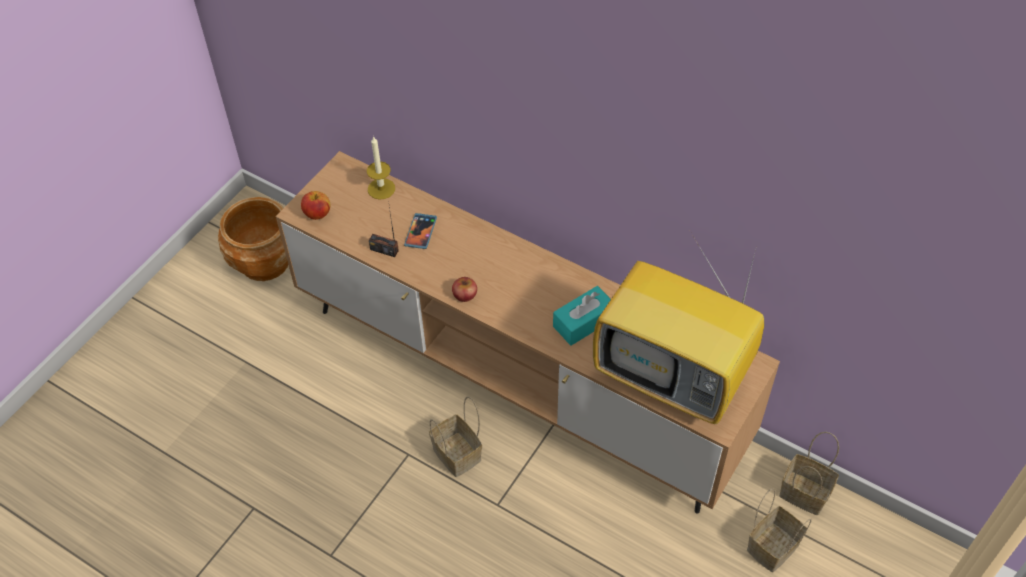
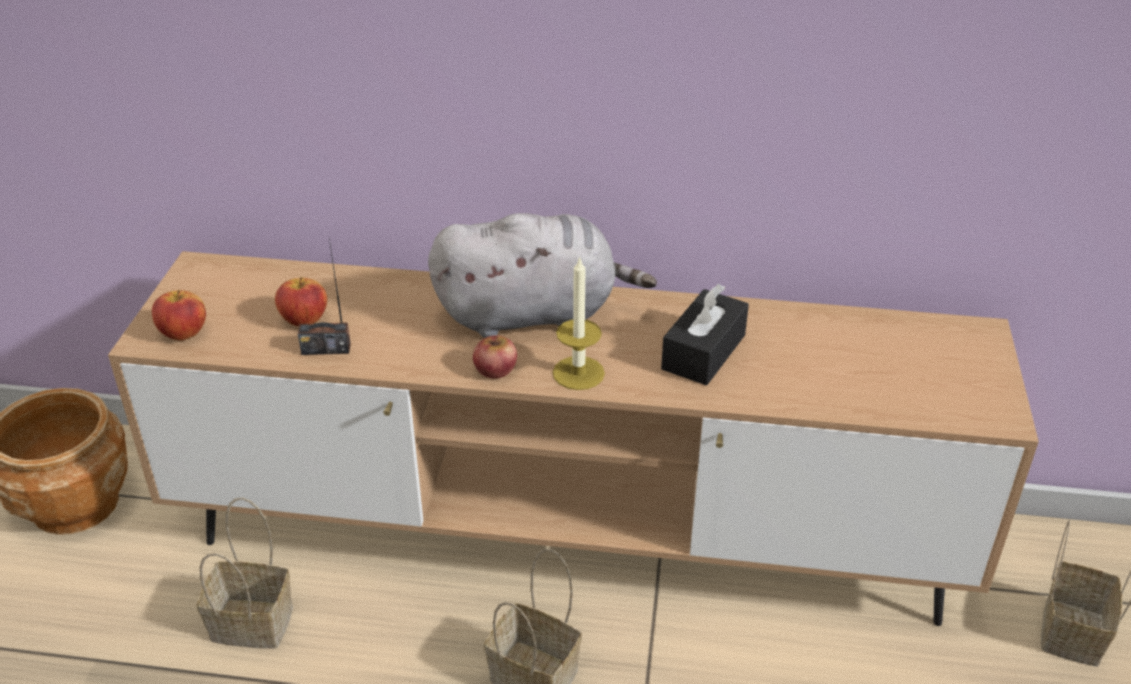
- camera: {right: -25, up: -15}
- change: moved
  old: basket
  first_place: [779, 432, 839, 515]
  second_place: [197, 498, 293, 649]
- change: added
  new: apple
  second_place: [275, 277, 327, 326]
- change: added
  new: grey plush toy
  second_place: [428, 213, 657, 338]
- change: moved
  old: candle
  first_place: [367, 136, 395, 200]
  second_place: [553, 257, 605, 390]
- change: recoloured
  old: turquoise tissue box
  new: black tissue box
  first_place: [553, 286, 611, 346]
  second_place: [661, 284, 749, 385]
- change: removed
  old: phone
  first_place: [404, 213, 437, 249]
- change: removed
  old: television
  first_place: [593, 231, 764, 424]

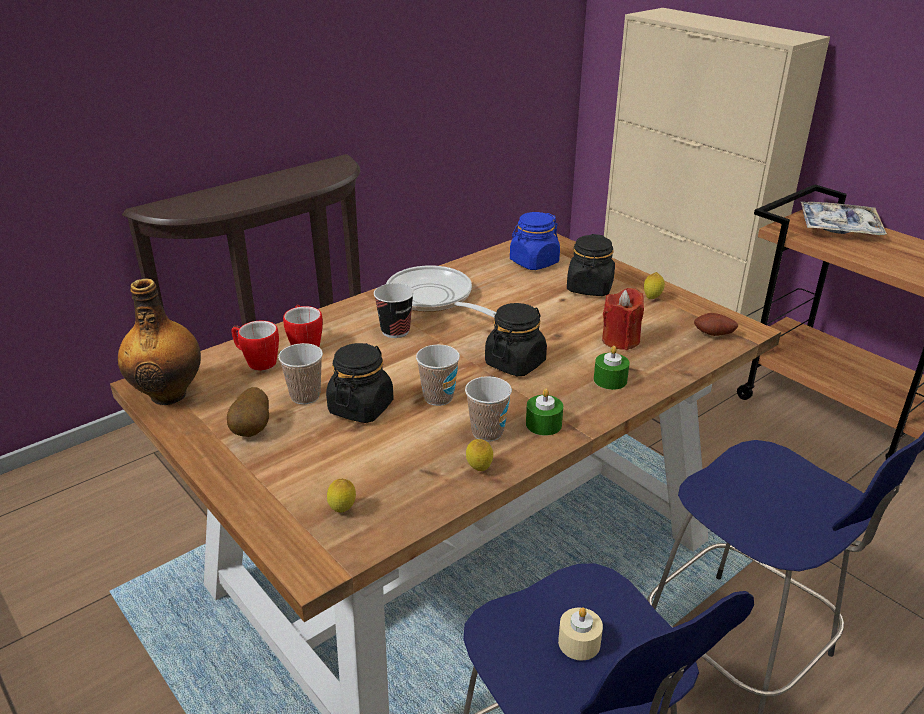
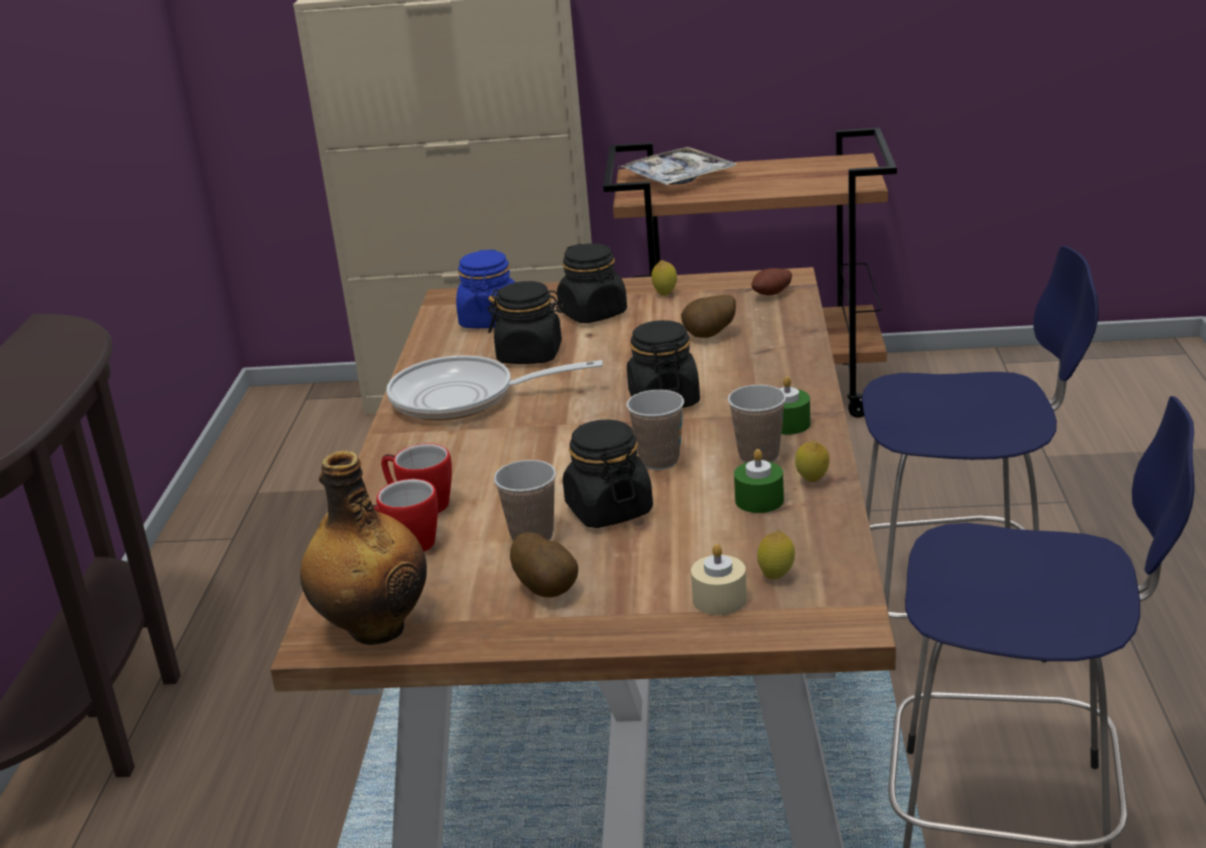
- camera: {right: -45, up: -5}
- change: added
  new: black jar
  second_place: [488, 281, 565, 364]
- change: replaced
  old: red candle
  new: potato
  first_place: [602, 288, 644, 350]
  second_place: [681, 295, 736, 338]
- change: moved
  old: beige candle
  first_place: [558, 607, 603, 661]
  second_place: [691, 544, 747, 615]
- change: moved
  old: green candle
  first_place: [594, 346, 630, 390]
  second_place: [734, 449, 784, 513]
- change: removed
  old: cup
  first_place: [374, 283, 414, 338]

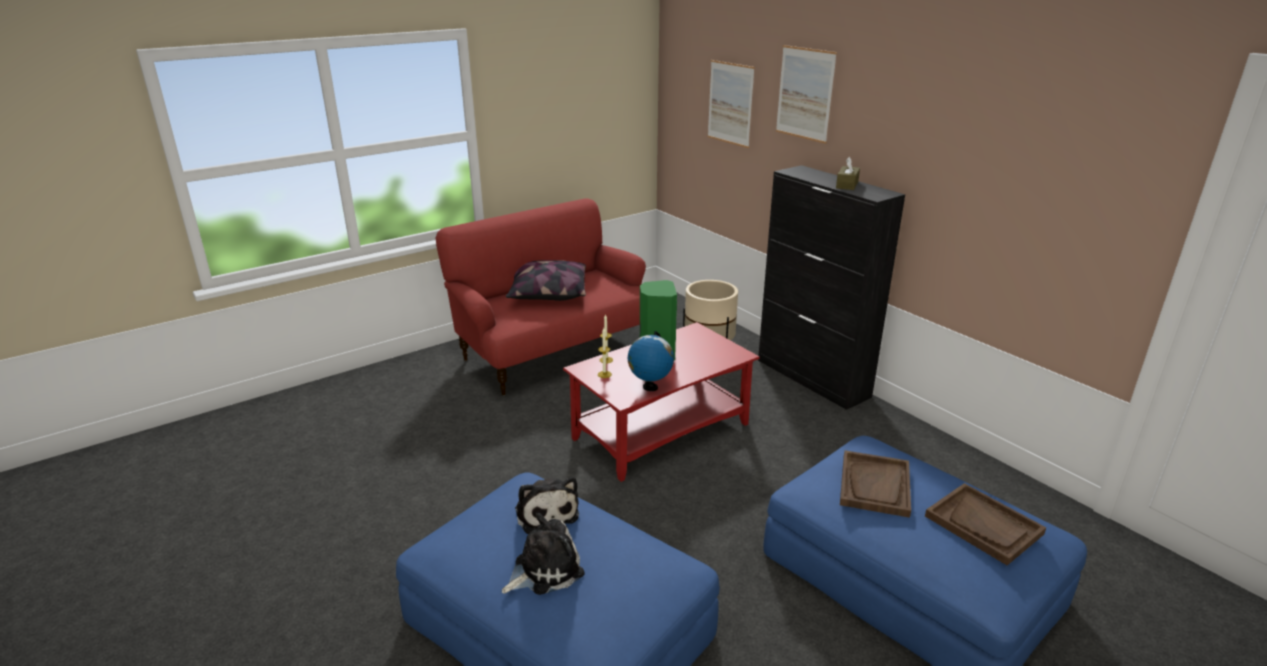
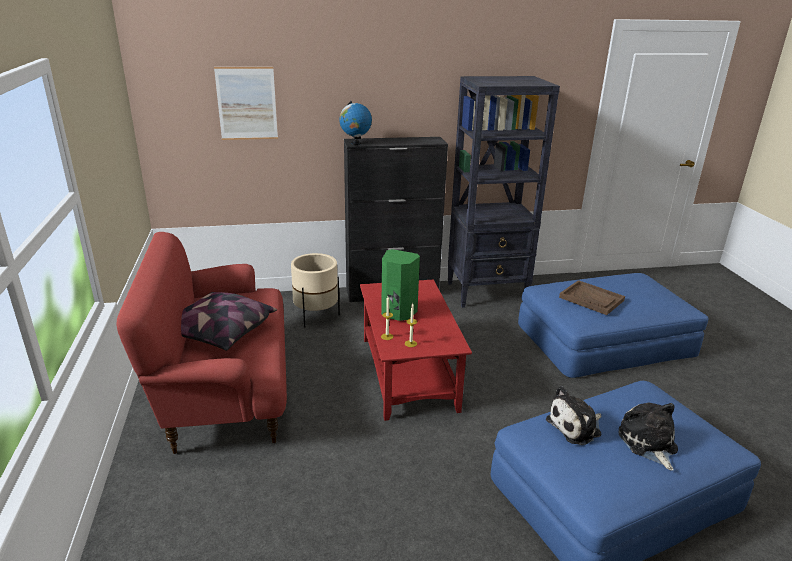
- camera: {right: -65, up: 0}
- change: moved
  old: globe
  first_place: [628, 331, 674, 391]
  second_place: [339, 101, 372, 145]
- change: added
  new: black bookcase
  second_place: [448, 76, 560, 308]
- change: turned
  old: plush toy
  first_place: [515, 477, 579, 534]
  second_place: [545, 386, 602, 445]
  degrees: 150
- change: removed
  old: picture
  first_place: [776, 45, 837, 144]
- change: removed
  old: brown tissue box
  first_place: [836, 157, 860, 190]
- change: removed
  old: brown tray
  first_place: [925, 483, 1046, 565]

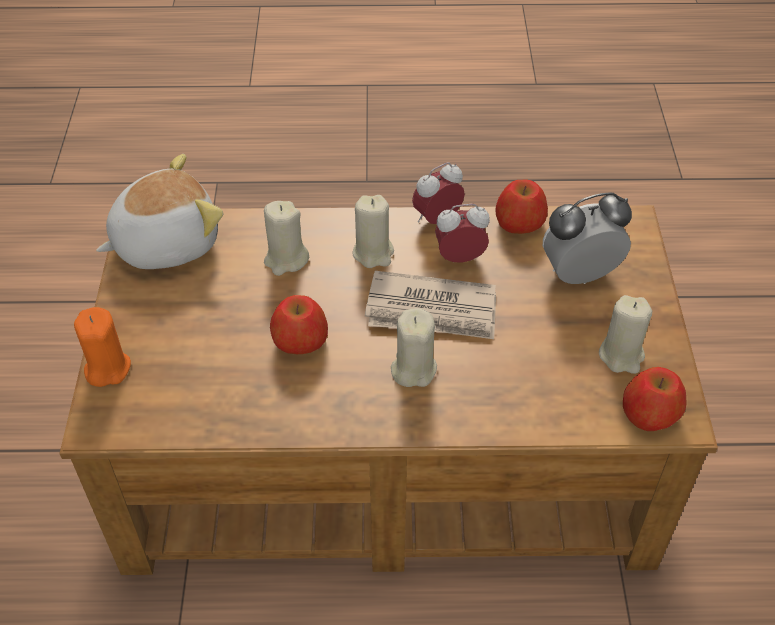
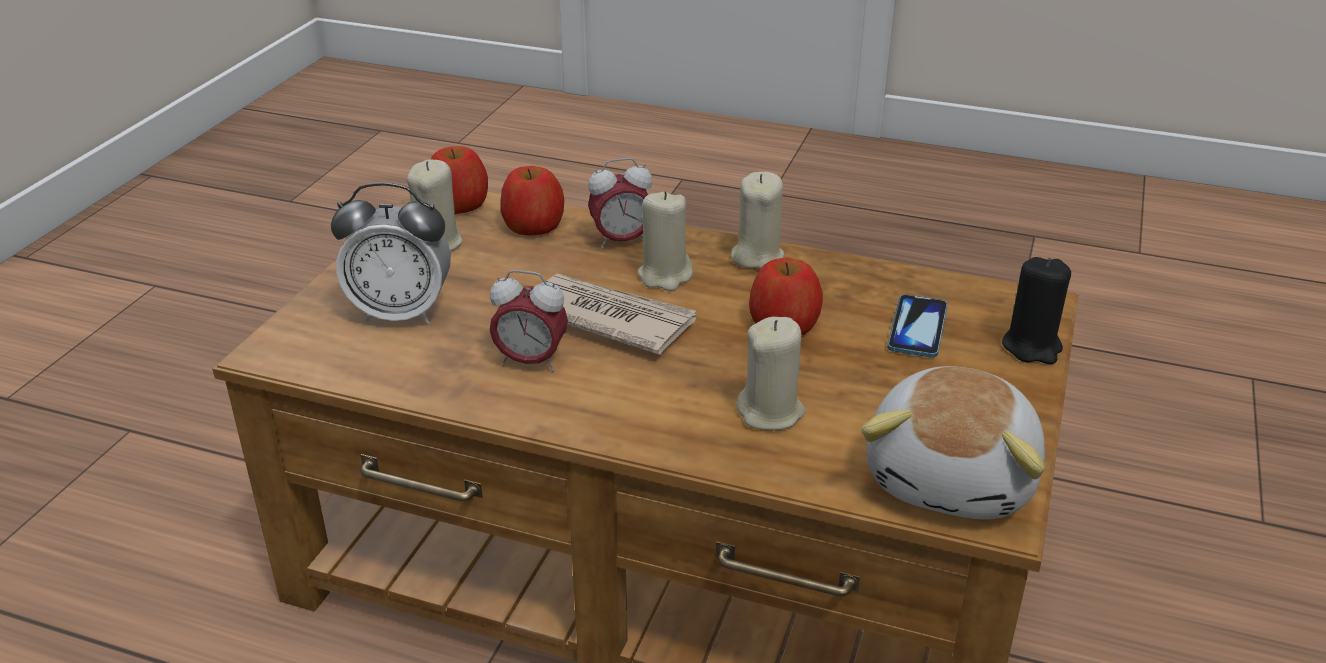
- camera: {right: -160, up: -15}
- change: moved
  old: apple
  first_place: [496, 180, 548, 234]
  second_place: [500, 166, 564, 236]
- change: moved
  old: alarm clock
  first_place: [412, 162, 465, 224]
  second_place: [588, 158, 652, 249]
- change: moved
  old: beige candle
  first_place: [353, 195, 394, 268]
  second_place: [731, 172, 784, 269]
- change: turned
  old: plush toy
  first_place: [96, 154, 223, 269]
  second_place: [861, 366, 1045, 520]
  degrees: -60
- change: added
  new: phone
  second_place: [887, 294, 948, 358]
- change: recoloured
  old: orange candle
  new: black candle
  first_place: [74, 307, 131, 387]
  second_place: [1002, 257, 1071, 364]

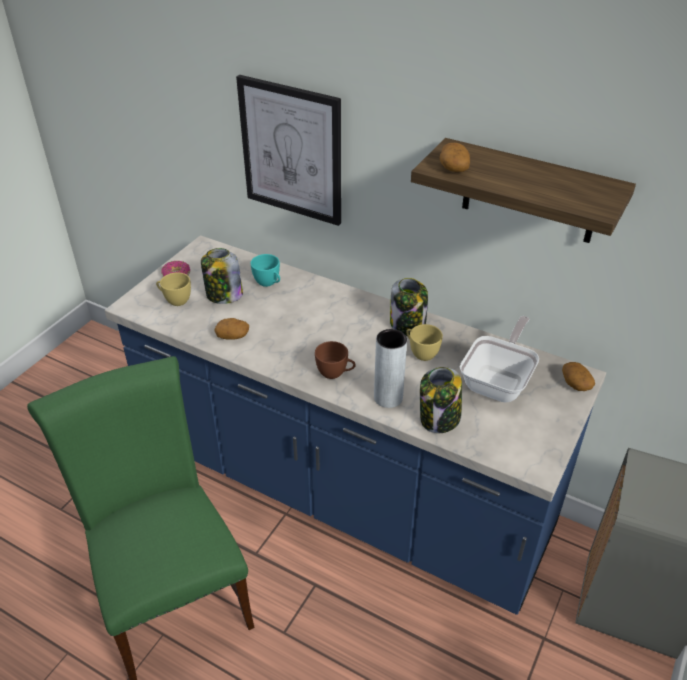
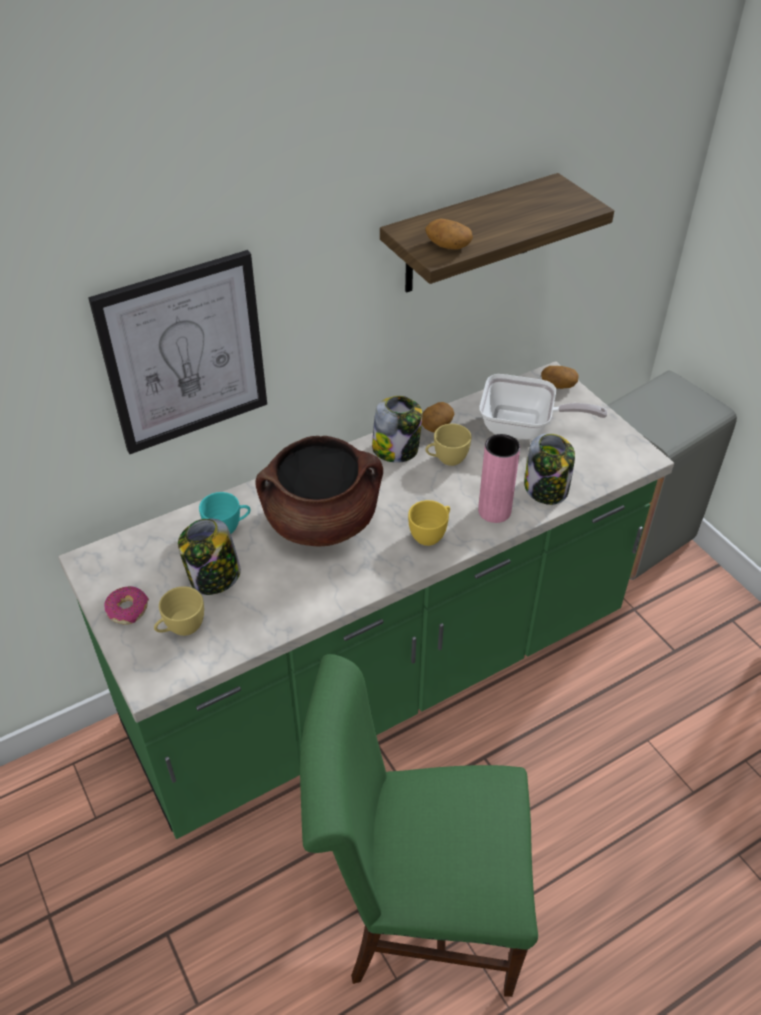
- camera: {right: -60, up: 5}
- change: recoloured
  old: blue counter
  new: green counter
  first_place: [104, 235, 606, 615]
  second_place: [58, 361, 674, 839]
- change: added
  new: brown cooking pot
  second_place: [255, 436, 383, 547]
- change: recoloured
  old: brown cup
  new: yellow cup
  first_place: [315, 341, 356, 379]
  second_place: [408, 500, 450, 546]
- change: moved
  old: potato
  first_place: [214, 318, 249, 340]
  second_place: [422, 402, 454, 432]
- change: recoloured
  old: grey vase
  new: pink vase
  first_place: [374, 329, 407, 408]
  second_place: [478, 434, 520, 523]
- change: turned
  old: frying pan
  first_place: [460, 316, 539, 402]
  second_place: [479, 374, 607, 440]
  degrees: 135

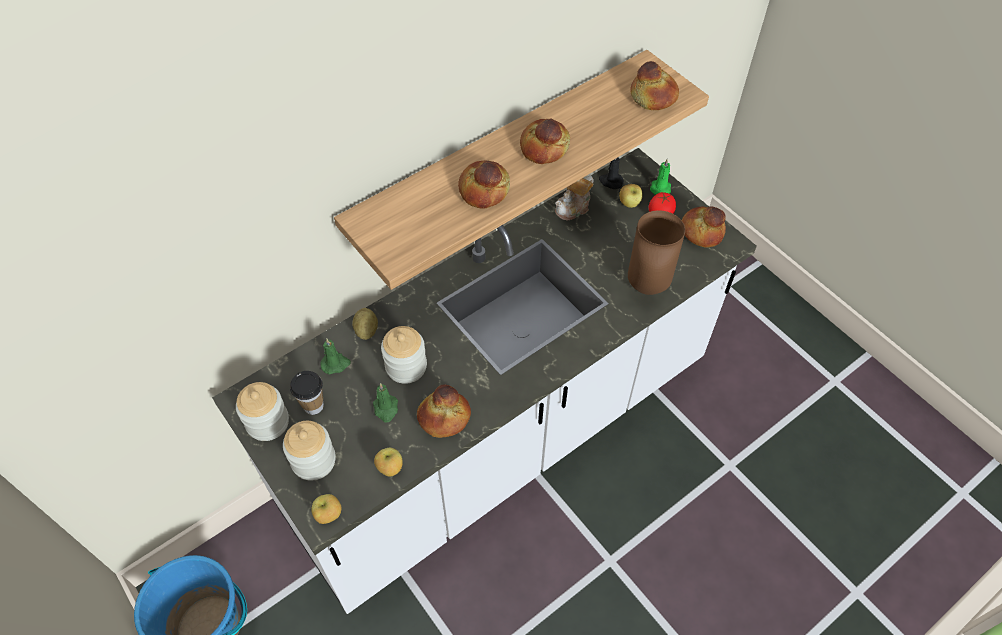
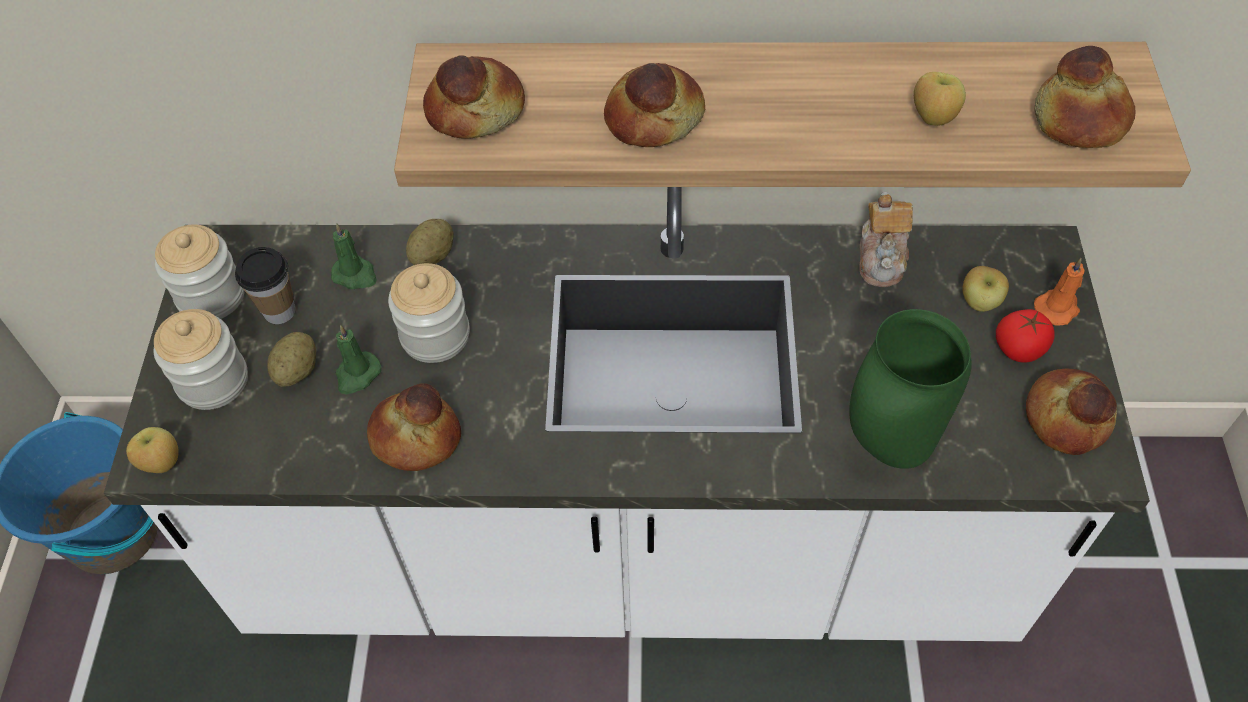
- camera: {right: 40, up: 0}
- change: added
  new: potato
  second_place: [267, 332, 316, 387]
- change: moved
  old: bread
  first_place: [520, 119, 570, 164]
  second_place: [423, 55, 525, 139]
- change: recoloured
  old: brown vase
  new: green vase
  first_place: [628, 210, 685, 295]
  second_place: [849, 309, 972, 469]
- change: turned
  old: teapot
  first_place: [555, 176, 594, 220]
  second_place: [859, 192, 913, 287]
  degrees: -75
- change: moved
  old: apple
  first_place: [374, 448, 403, 476]
  second_place: [914, 72, 966, 126]
- change: recoloured
  old: green candle
  new: orange candle
  first_place: [650, 159, 671, 195]
  second_place: [1034, 258, 1084, 325]
- change: removed
  old: black candle
  first_place: [599, 157, 624, 189]

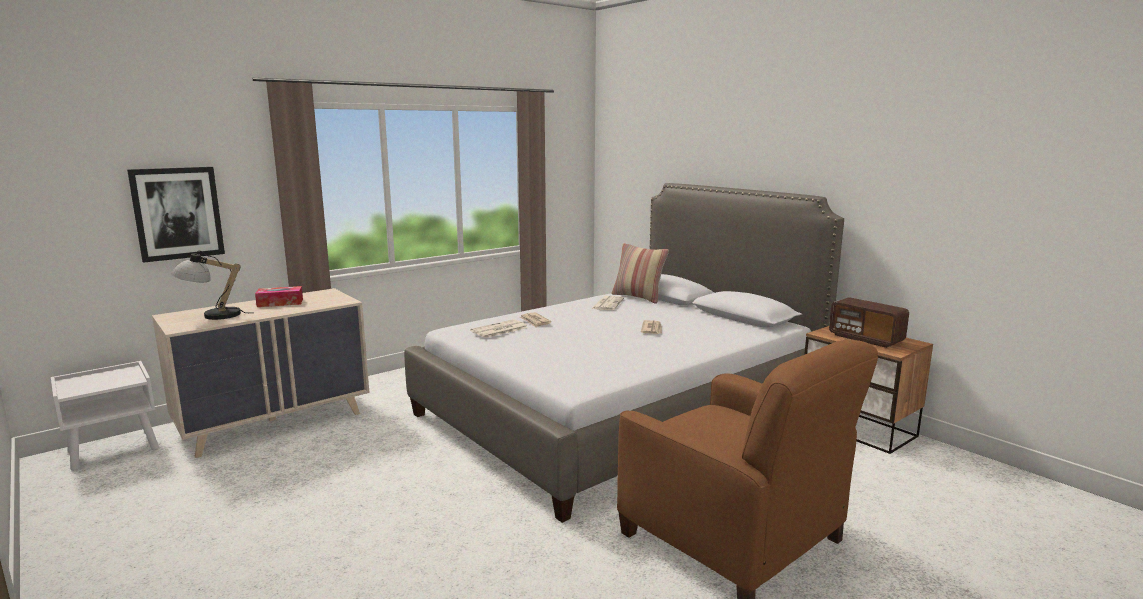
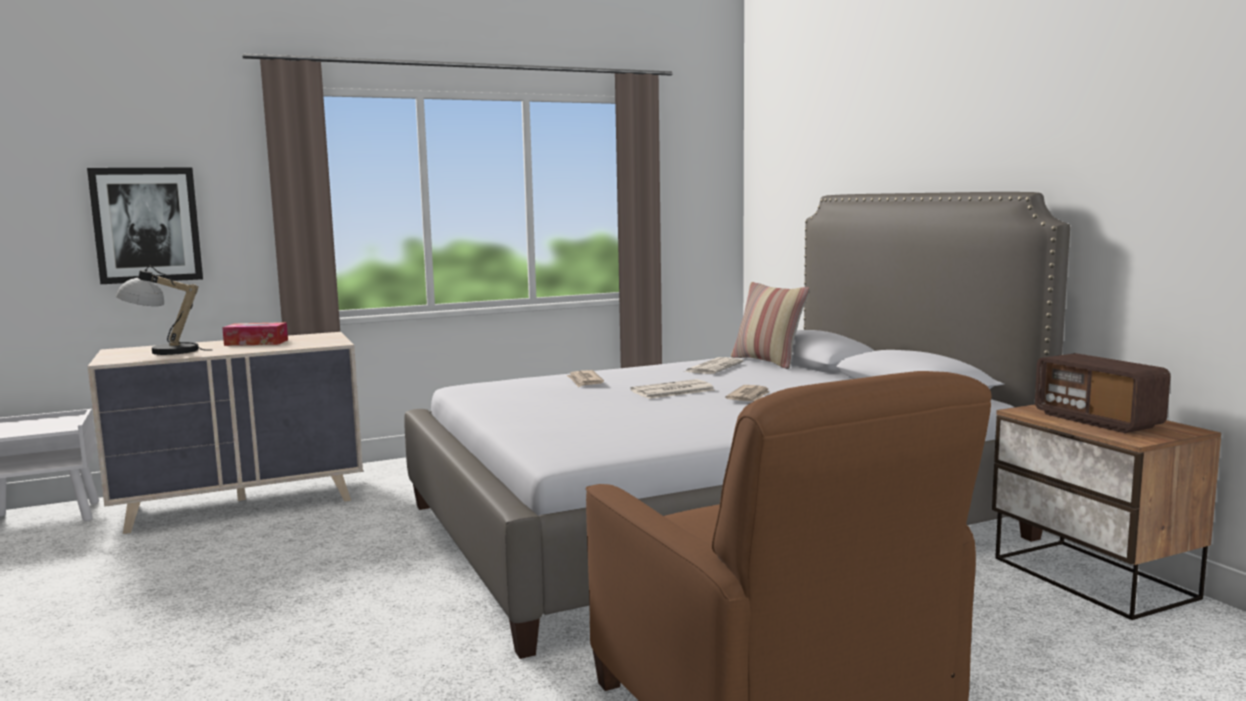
- camera: {right: 15, up: -5}
- change: moved
  old: newspaper
  first_place: [470, 319, 528, 338]
  second_place: [630, 379, 714, 399]

